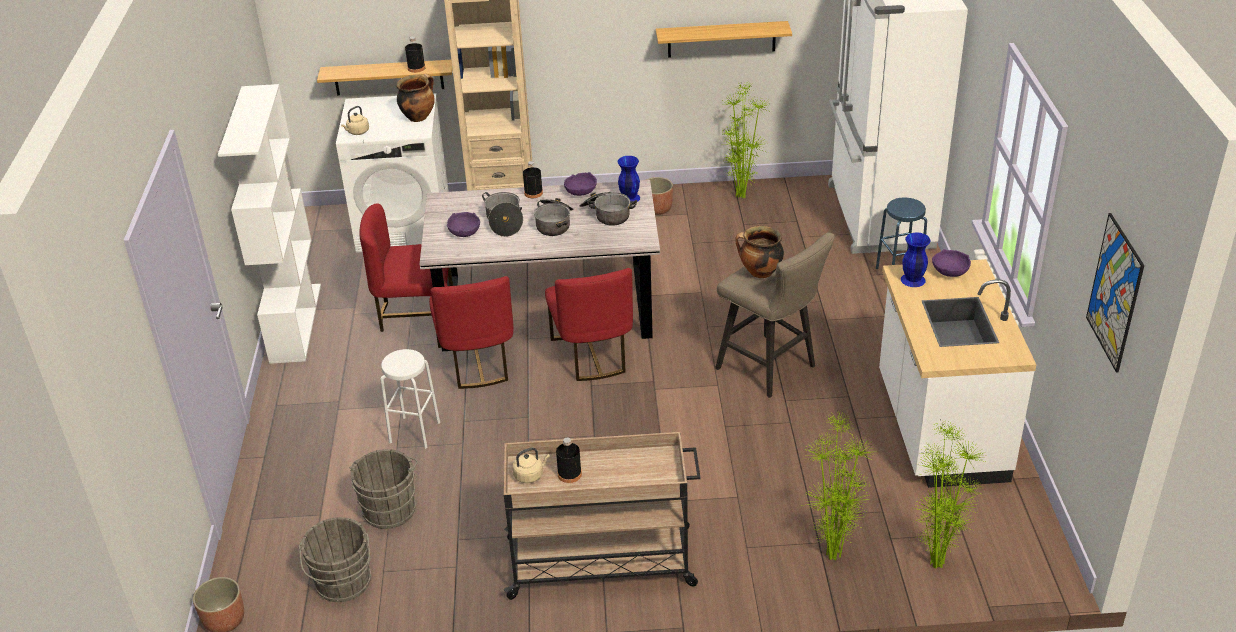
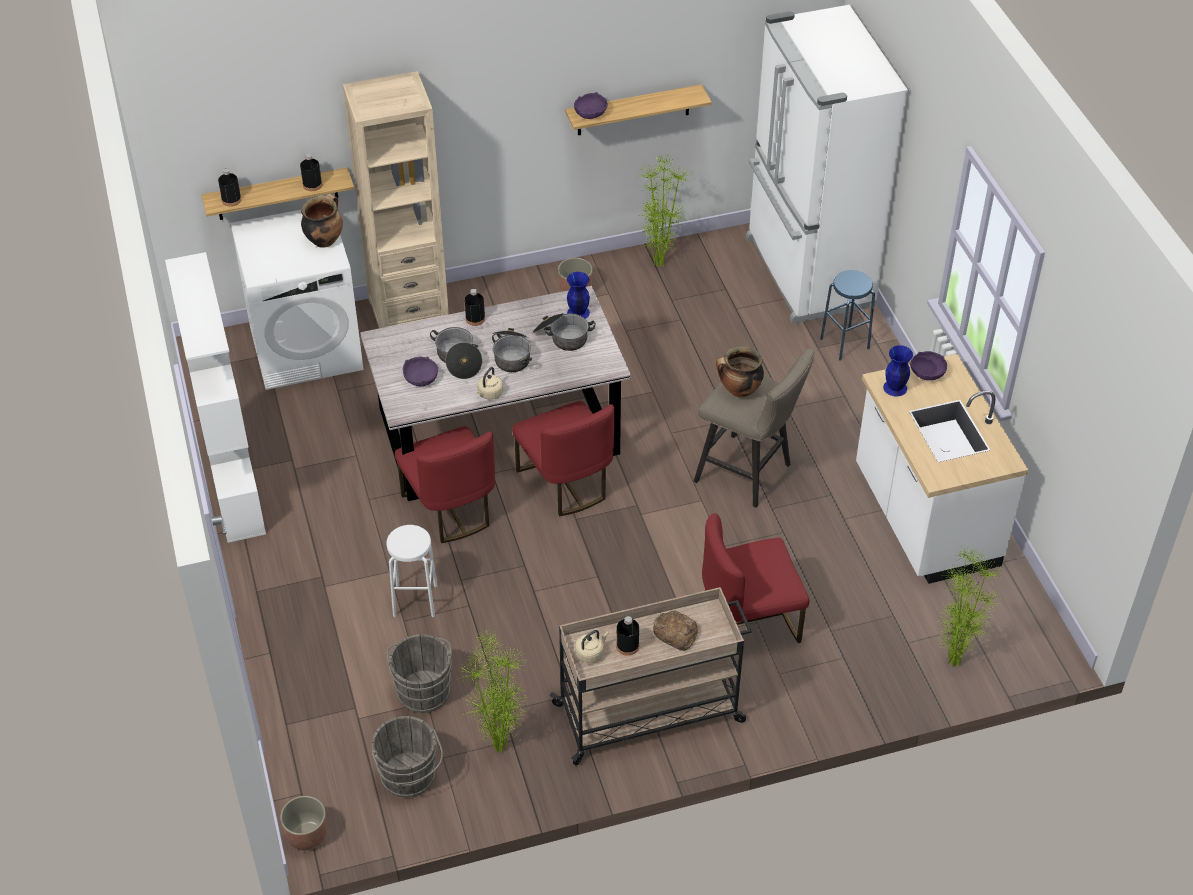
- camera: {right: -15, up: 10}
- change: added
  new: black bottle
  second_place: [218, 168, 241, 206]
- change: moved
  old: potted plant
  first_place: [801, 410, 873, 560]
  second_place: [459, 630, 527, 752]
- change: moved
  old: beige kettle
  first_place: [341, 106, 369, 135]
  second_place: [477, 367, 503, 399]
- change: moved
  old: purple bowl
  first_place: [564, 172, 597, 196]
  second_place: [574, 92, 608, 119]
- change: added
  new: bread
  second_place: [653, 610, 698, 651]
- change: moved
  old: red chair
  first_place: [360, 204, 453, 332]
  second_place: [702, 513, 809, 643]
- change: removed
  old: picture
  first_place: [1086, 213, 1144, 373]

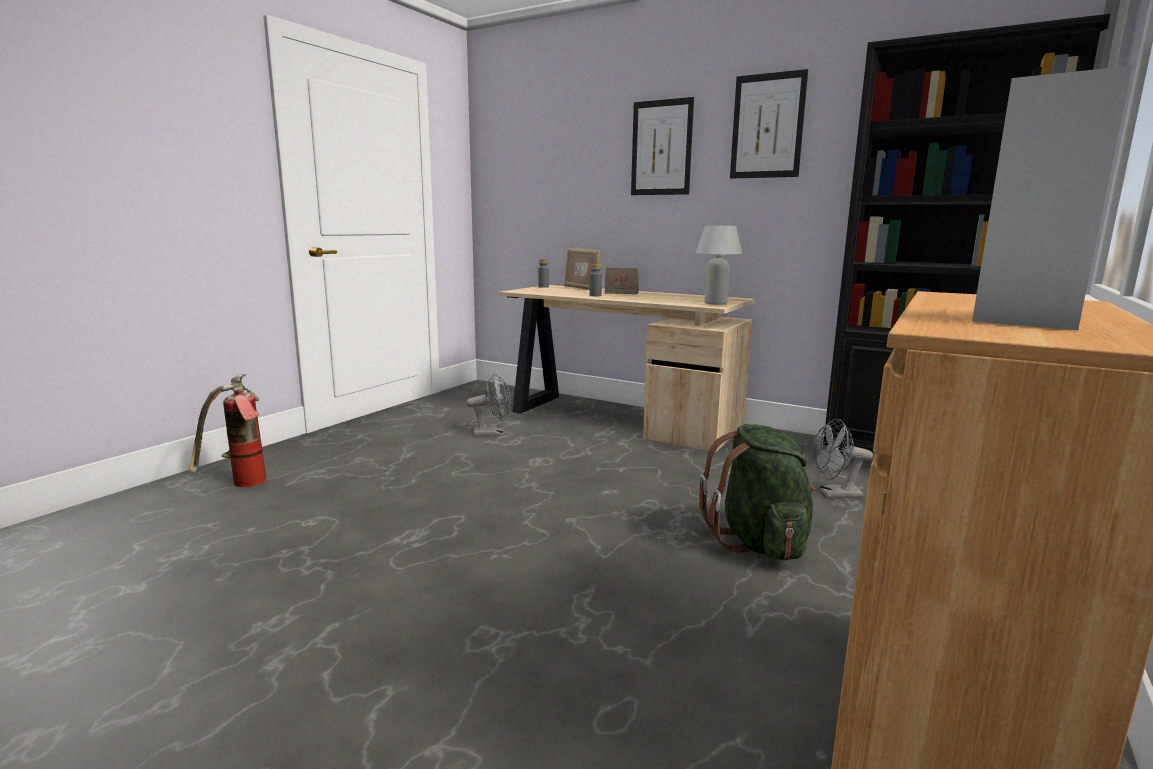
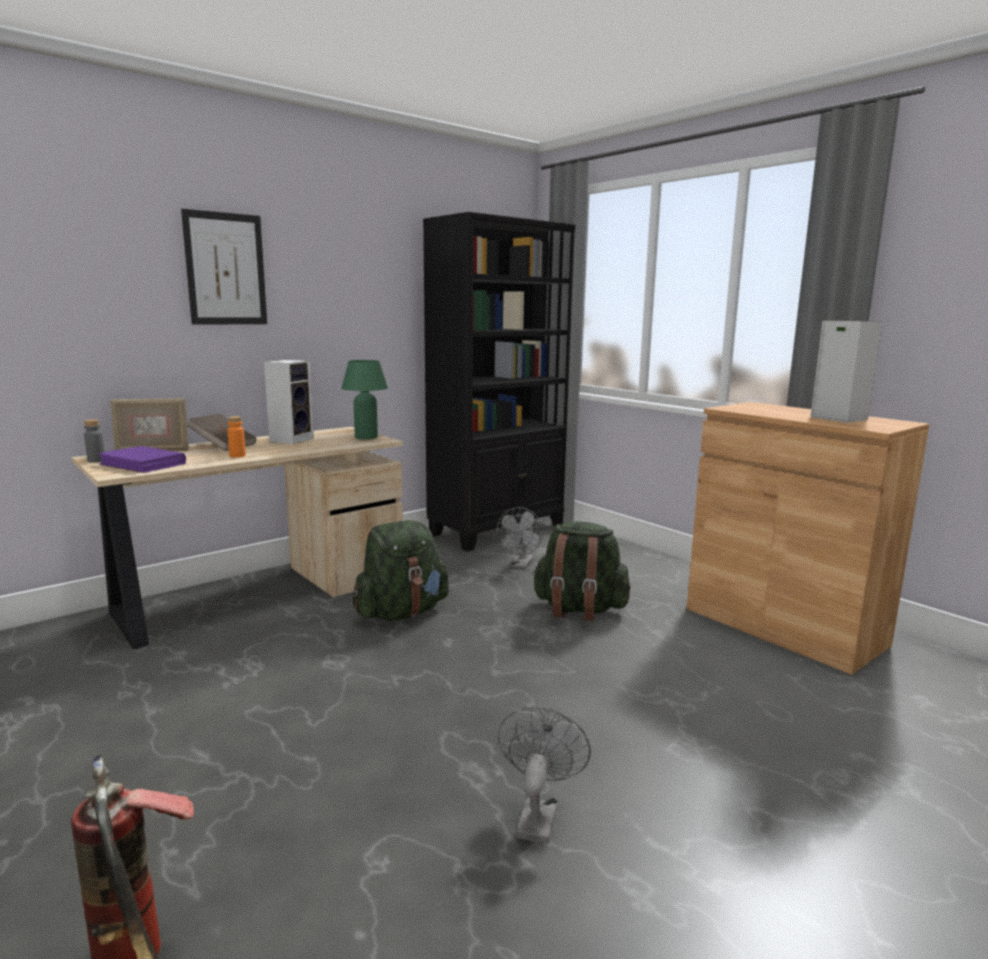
- camera: {right: -70, up: 0}
- change: added
  new: purple book
  second_place: [98, 446, 186, 473]
- change: recoloured
  old: grey bottle
  new: orange bottle
  first_place: [590, 264, 602, 296]
  second_place: [228, 416, 246, 458]
- change: added
  new: speaker
  second_place: [264, 360, 314, 444]
- change: recoloured
  old: white table lamp
  new: green table lamp
  first_place: [696, 225, 742, 305]
  second_place: [341, 360, 388, 440]
- change: added
  new: green backpack
  second_place: [353, 520, 449, 621]
- change: moved
  old: grey fan
  first_place: [466, 374, 511, 436]
  second_place: [498, 707, 591, 844]
- change: removed
  old: picture
  first_place: [730, 69, 808, 179]

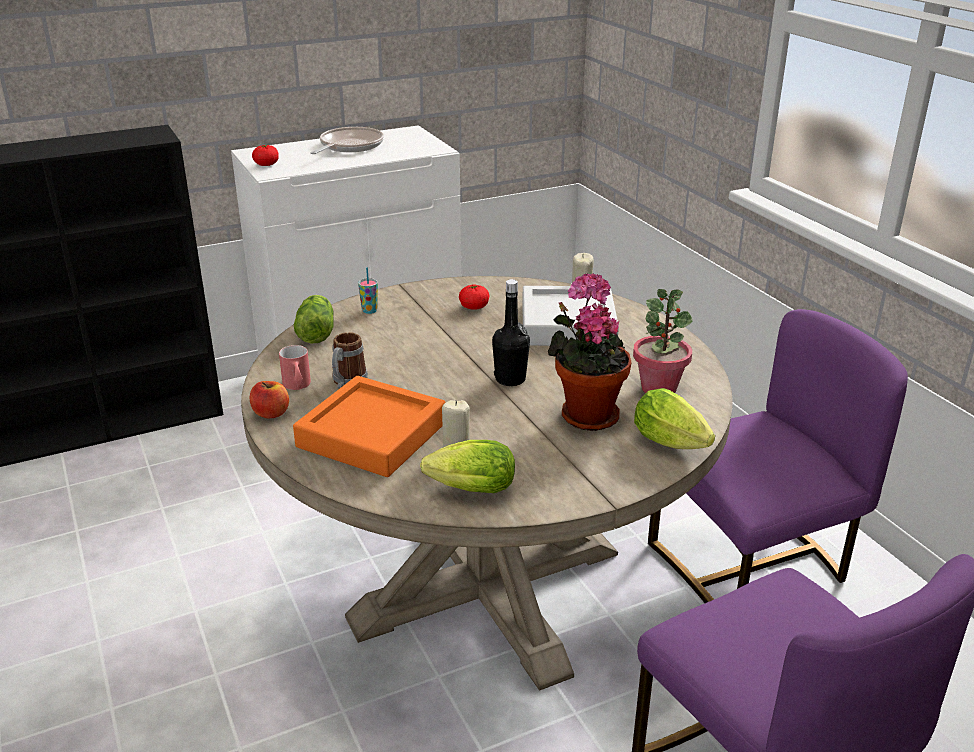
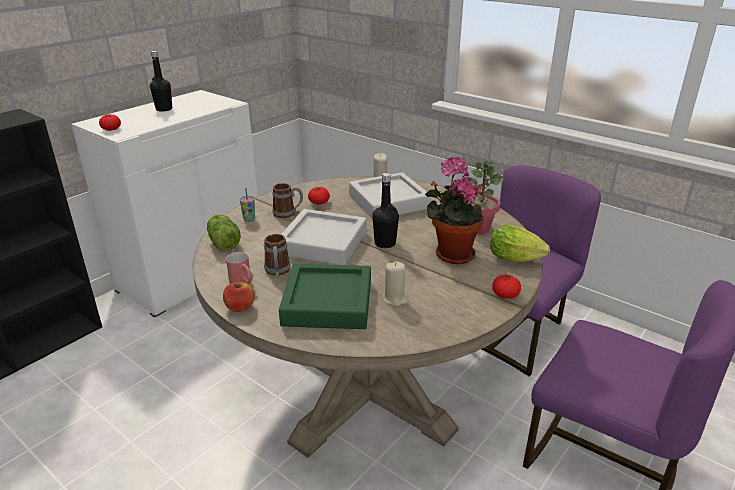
- camera: {right: -25, up: 0}
- change: replaced
  old: frying pan
  new: black bottle
  first_place: [310, 127, 384, 154]
  second_place: [150, 51, 172, 112]
- change: added
  new: mug
  second_place: [272, 183, 303, 218]
- change: recoloured
  old: orange tray
  new: green tray
  first_place: [293, 376, 446, 477]
  second_place: [279, 264, 371, 329]
- change: added
  new: grey tray
  second_place: [281, 209, 367, 265]
- change: added
  new: tomato
  second_place: [492, 275, 521, 299]
- change: removed
  old: lettuce
  first_place: [420, 440, 515, 493]

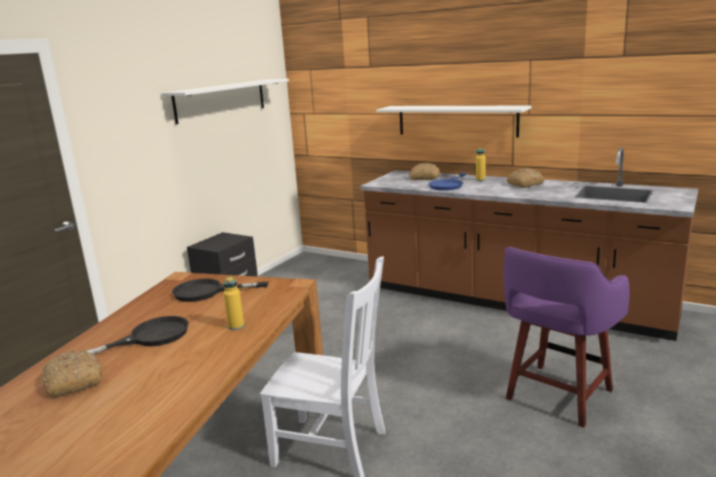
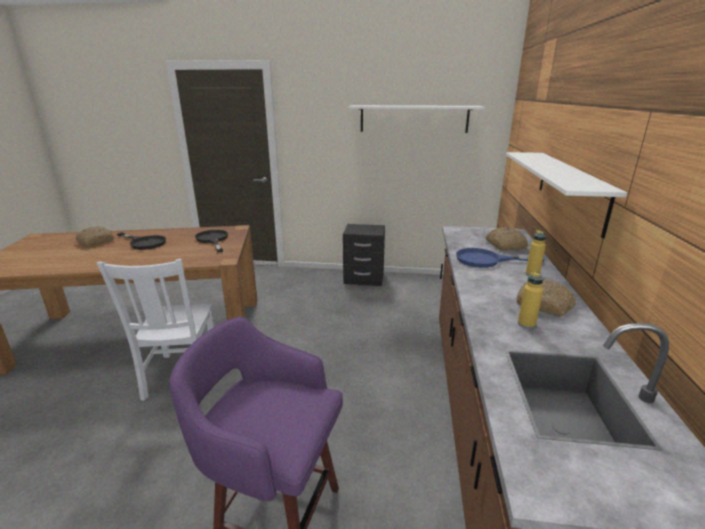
- camera: {right: 65, up: 5}
- change: moved
  old: yellow bottle
  first_place: [223, 276, 244, 330]
  second_place: [518, 271, 543, 329]

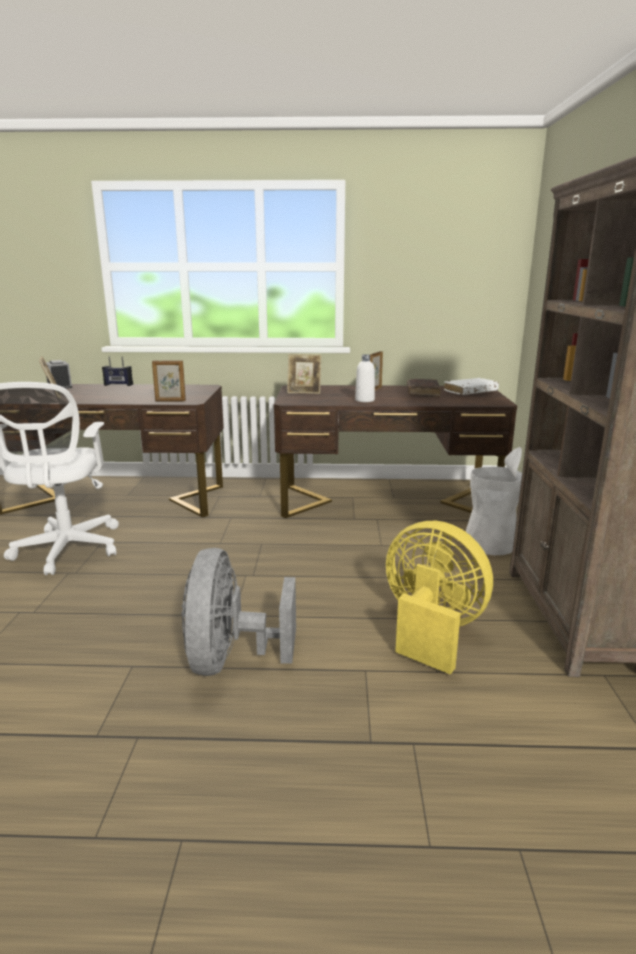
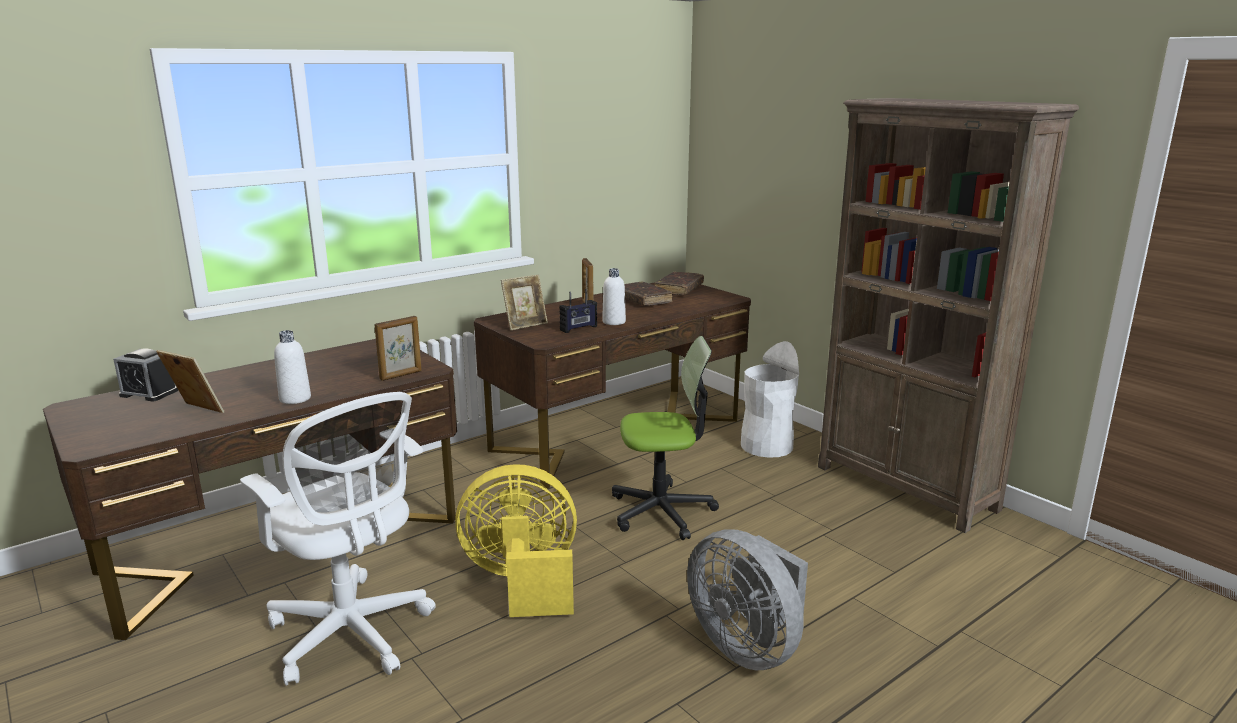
- camera: {right: -40, up: 0}
- change: added
  new: white bottle
  second_place: [274, 330, 311, 404]
- change: moved
  old: yellow fan
  first_place: [386, 521, 493, 675]
  second_place: [455, 464, 577, 617]
- change: moved
  old: radio
  first_place: [102, 356, 133, 386]
  second_place: [559, 289, 597, 333]
- change: added
  new: office chair
  second_place: [612, 336, 719, 540]
- change: recoloured
  old: white book
  new: brown book
  first_place: [444, 378, 499, 395]
  second_place: [655, 272, 704, 295]

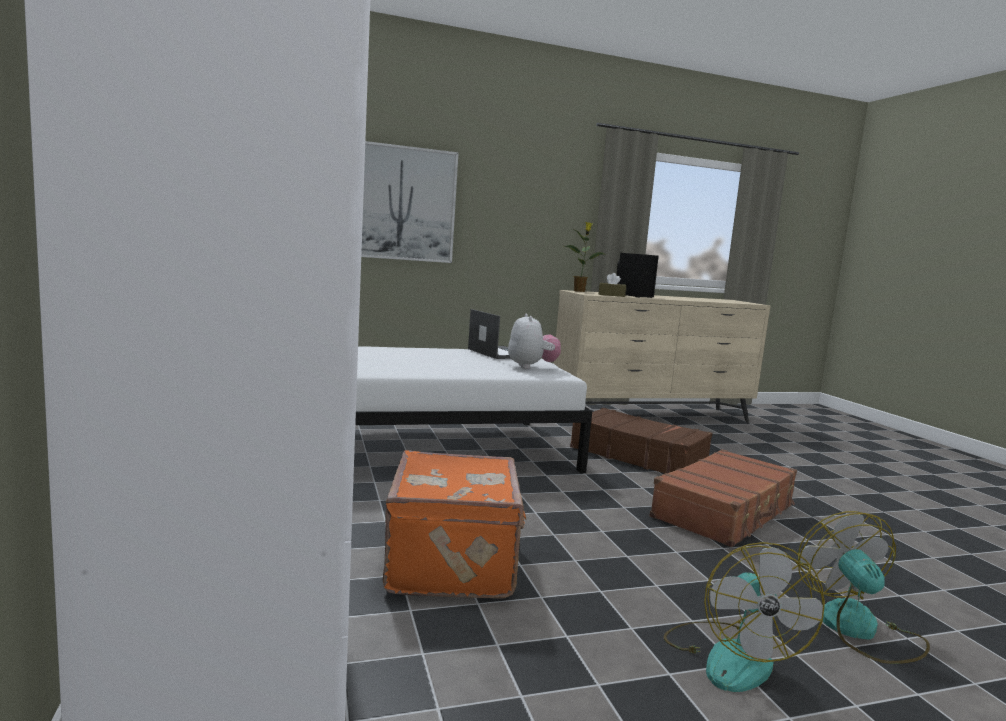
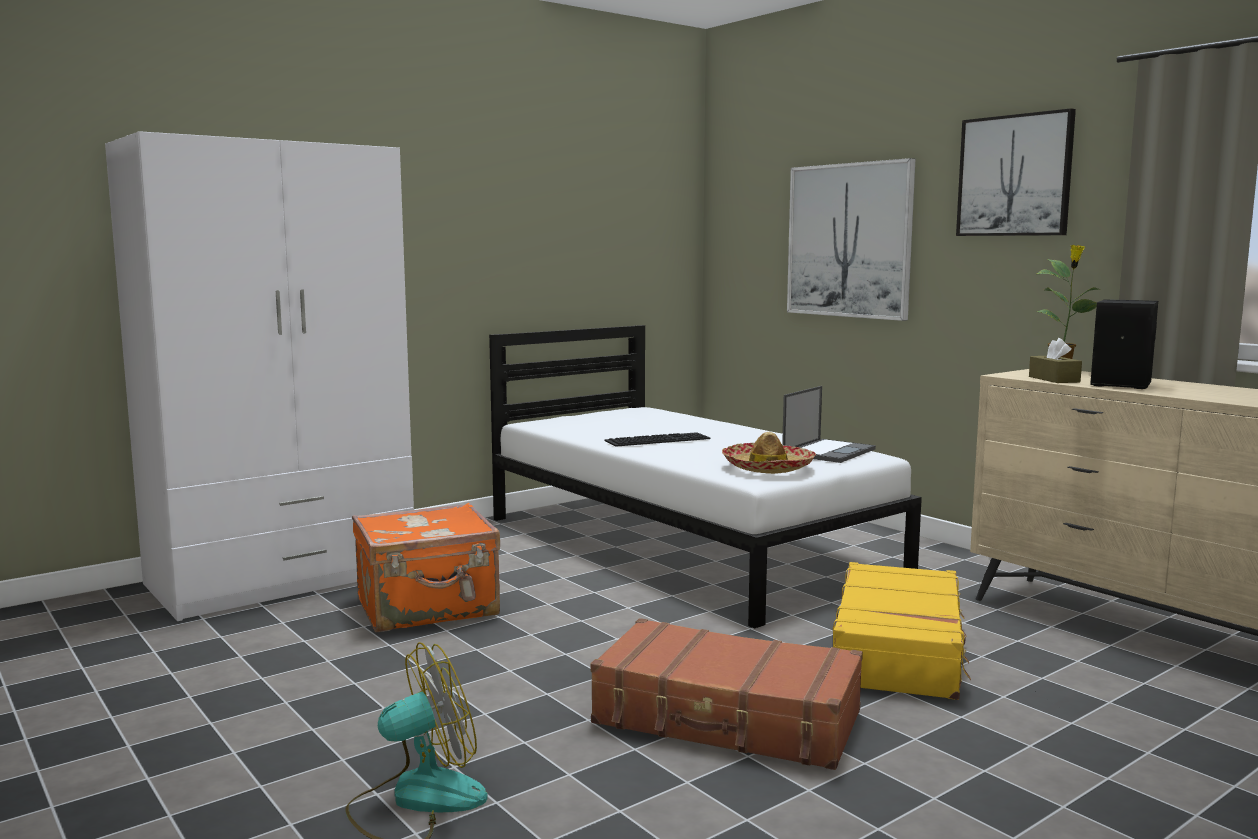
- camera: {right: 70, up: 0}
- change: added
  new: keyboard
  second_place: [605, 432, 711, 447]
- change: replaced
  old: plush toy
  new: hat
  first_place: [508, 313, 561, 369]
  second_place: [722, 432, 816, 474]
- change: recoloured
  old: brown suitcase
  new: yellow suitcase
  first_place: [570, 408, 712, 473]
  second_place: [833, 562, 971, 700]
- change: added
  new: picture
  second_place: [956, 108, 1076, 236]
- change: removed
  old: fan
  first_place: [663, 542, 825, 692]

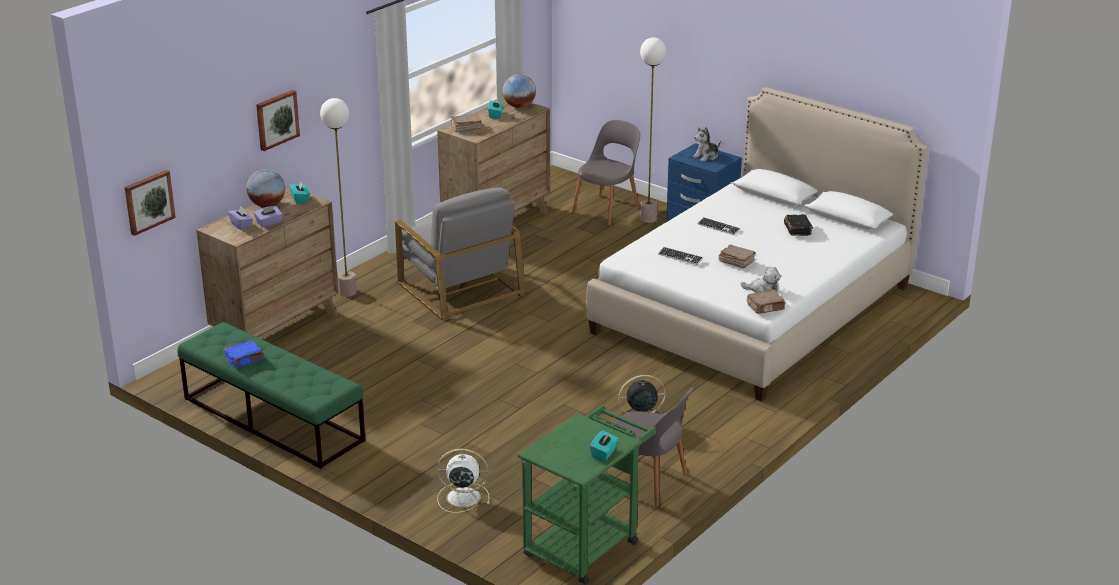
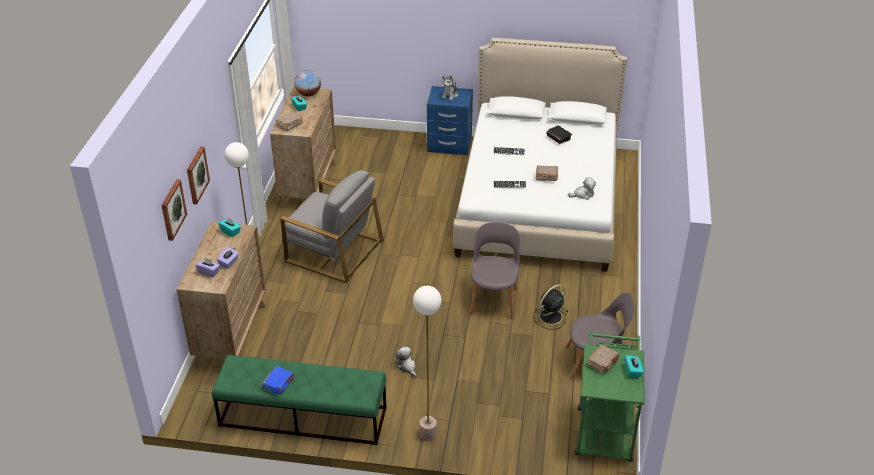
- camera: {right: -30, up: 10}
- change: moved
  old: picture
  first_place: [125, 170, 176, 236]
  second_place: [161, 179, 187, 241]
- change: added
  new: plush toy
  second_place: [395, 347, 416, 377]
- change: moved
  old: floor lamp
  first_place: [640, 37, 666, 223]
  second_place: [413, 286, 441, 441]
- change: moved
  old: grey chair
  first_place: [571, 120, 640, 226]
  second_place: [470, 222, 520, 319]
- change: moved
  old: brown book
  first_place: [747, 289, 786, 314]
  second_place: [587, 344, 619, 373]
- change: removed
  old: globe
  first_place: [246, 169, 285, 207]
- change: removed
  old: white fan
  first_place: [437, 449, 490, 513]

